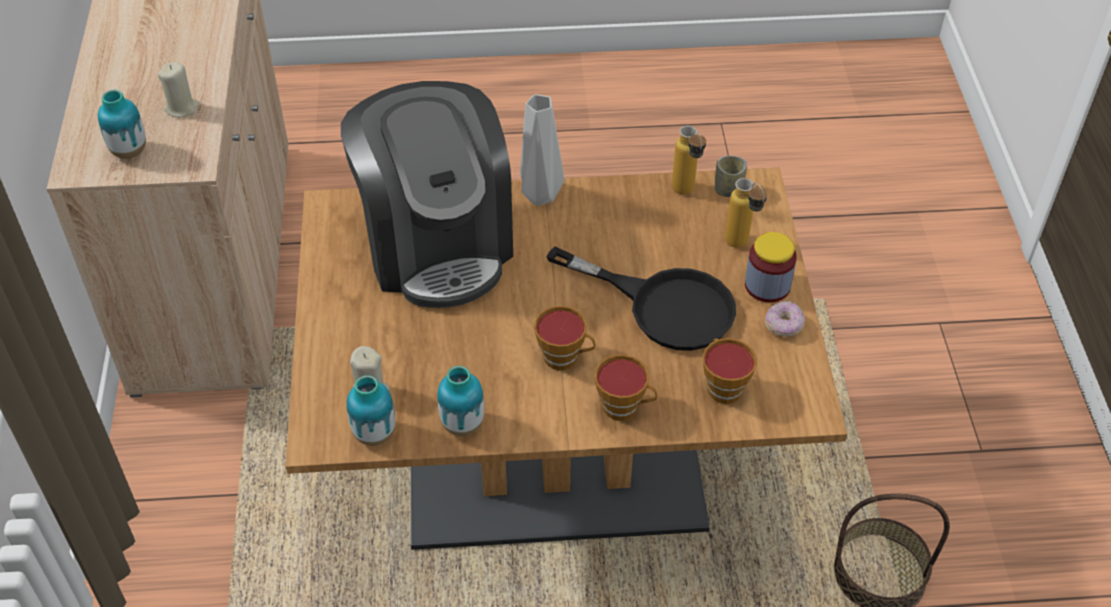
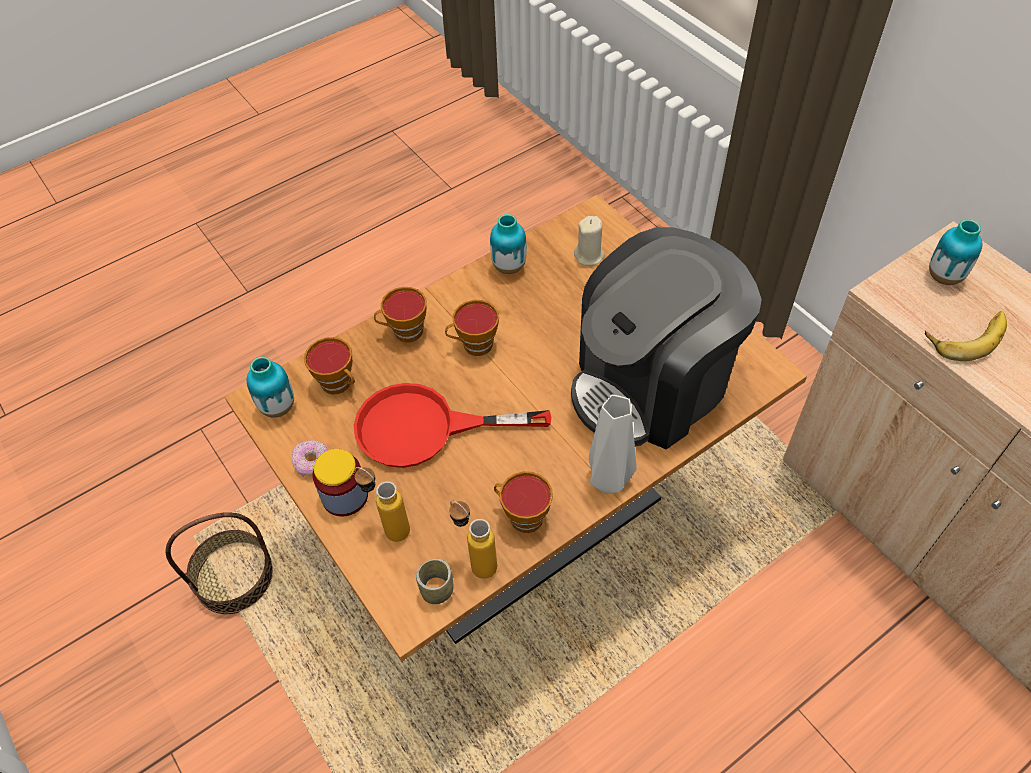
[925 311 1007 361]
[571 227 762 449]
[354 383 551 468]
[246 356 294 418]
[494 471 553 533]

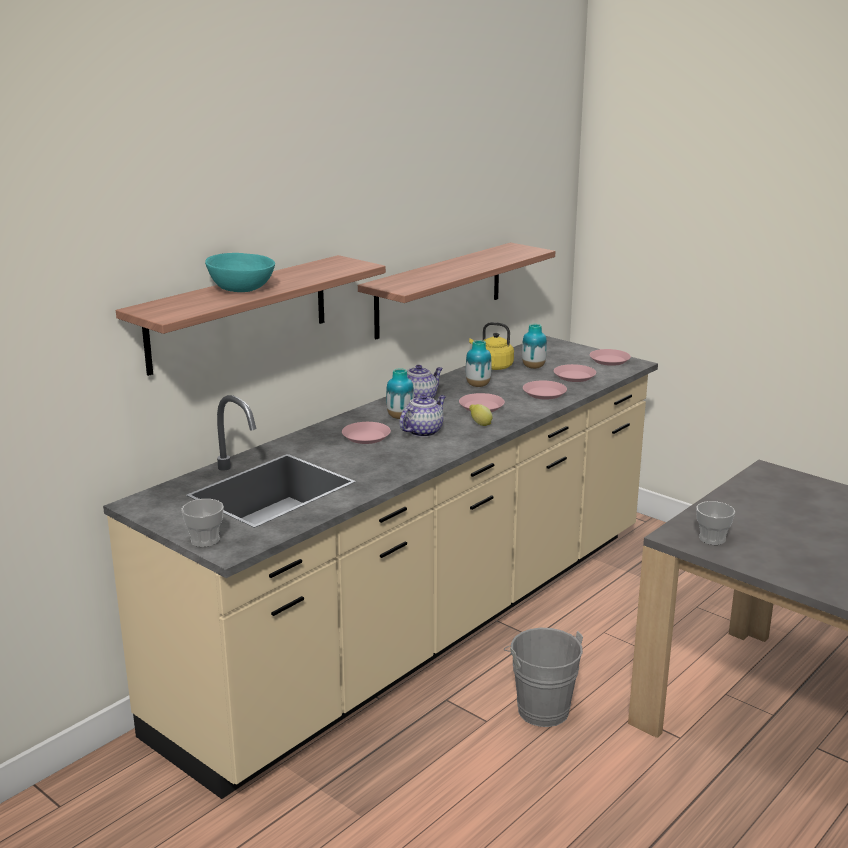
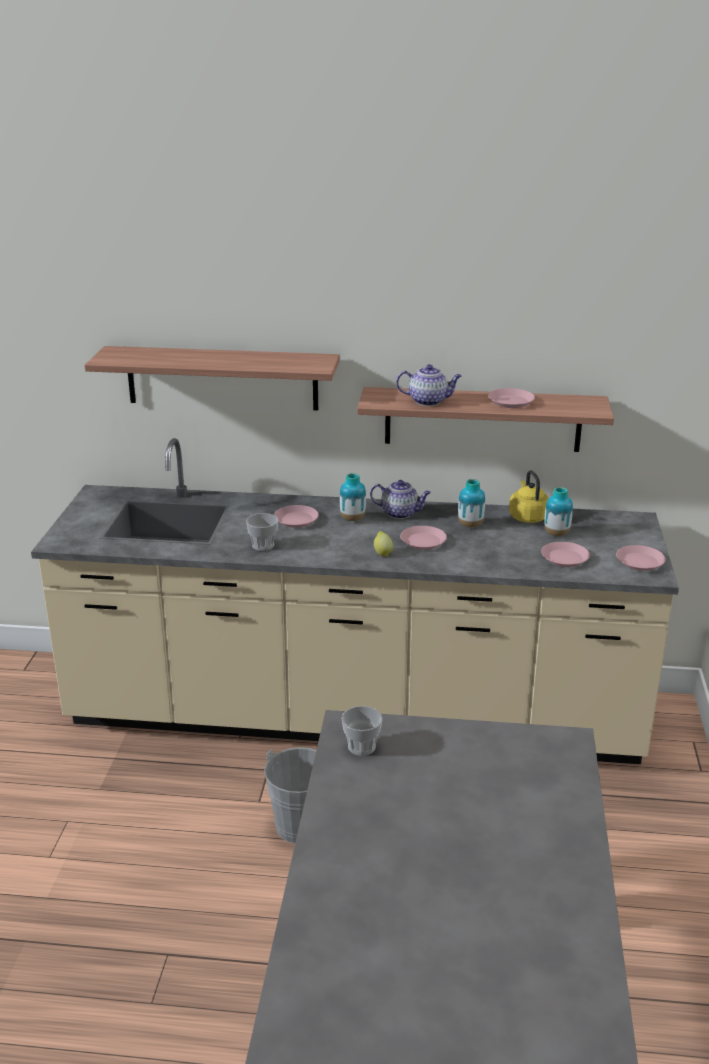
[205 253 275 292] (first image)
[488 388 535 408]
[396 364 462 406]
[246 513 279 551]

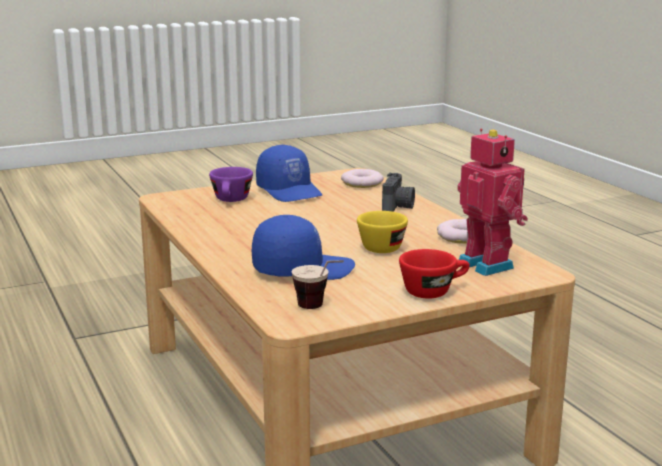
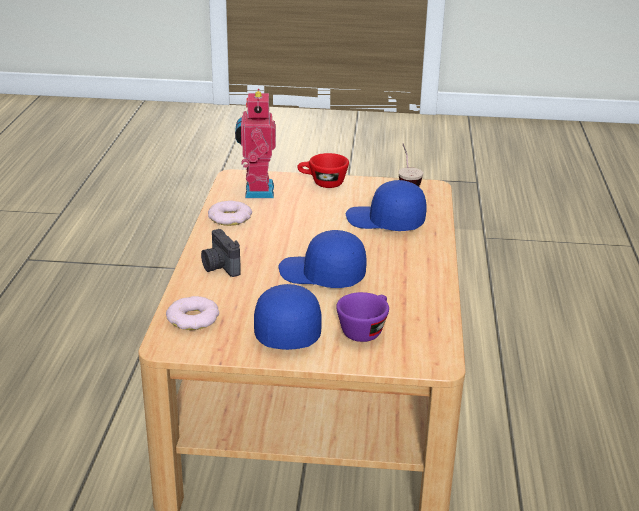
[201 229 241 277]
[357 211 408 253] (first image)
[279 230 367 288]

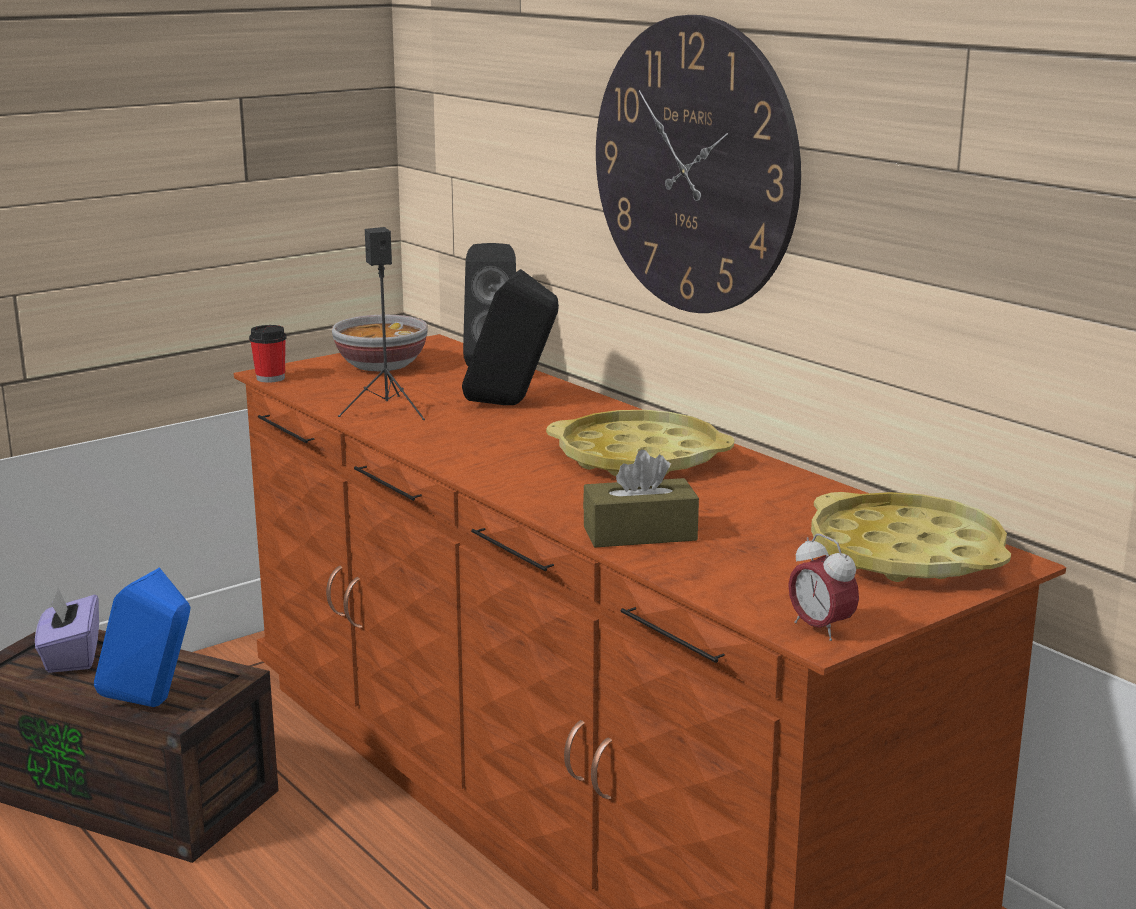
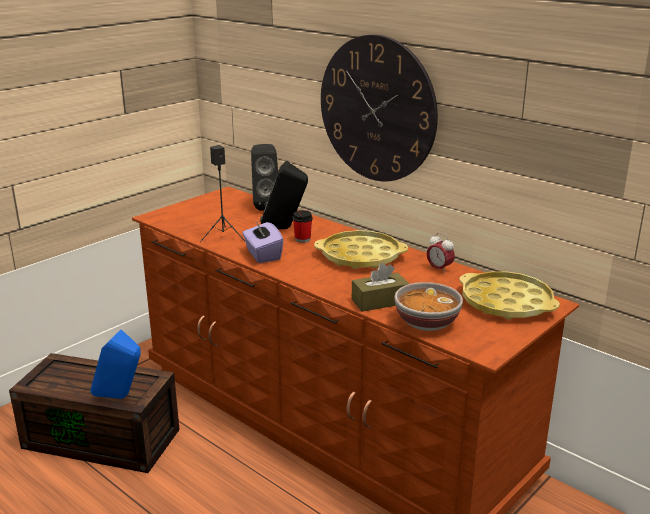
[394 282 463 331]
[292 210 313 243]
[427 233 455 274]
[242 221 284 263]

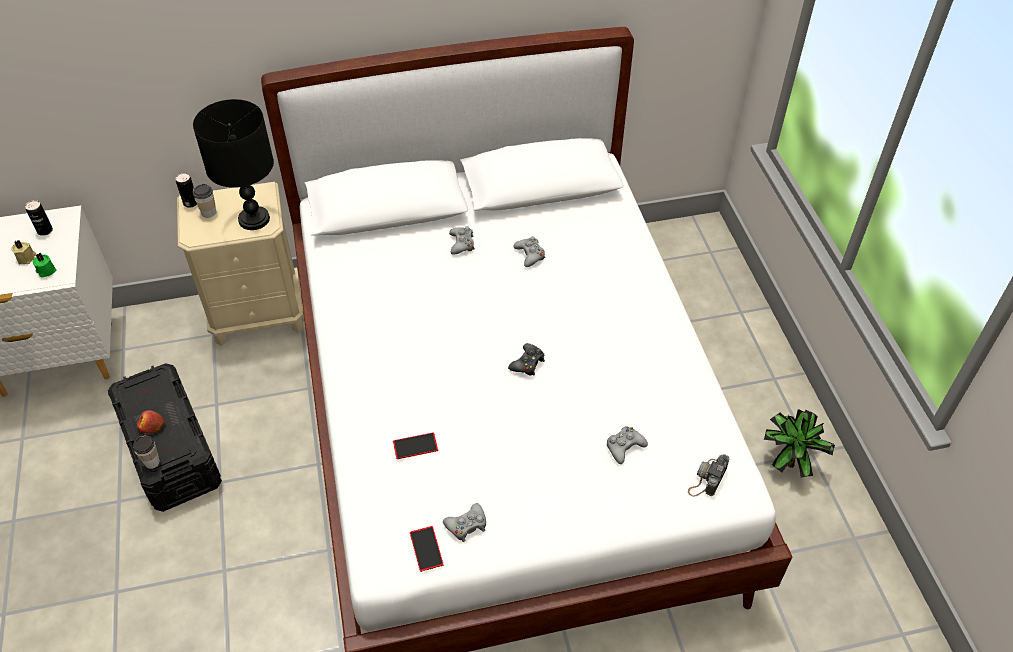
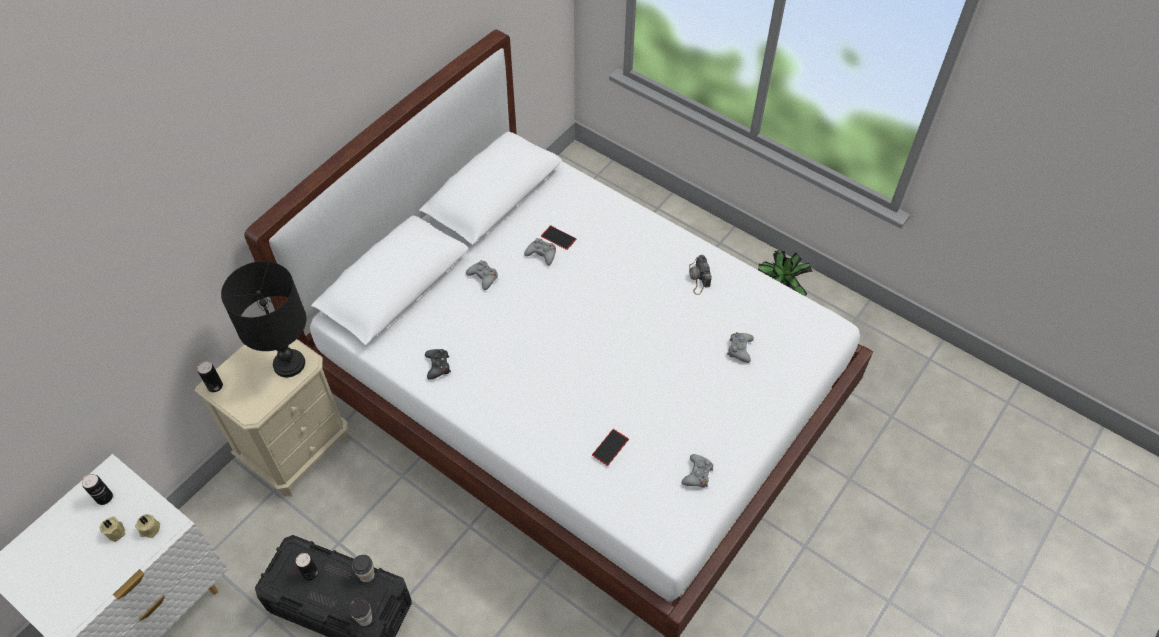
[352 555 375 583]
[135 514 160 538]
[425 349 451 380]
[137 410 166 434] (first image)
[689 255 712 295]
[541 225 576 250]
[296 553 318 581]

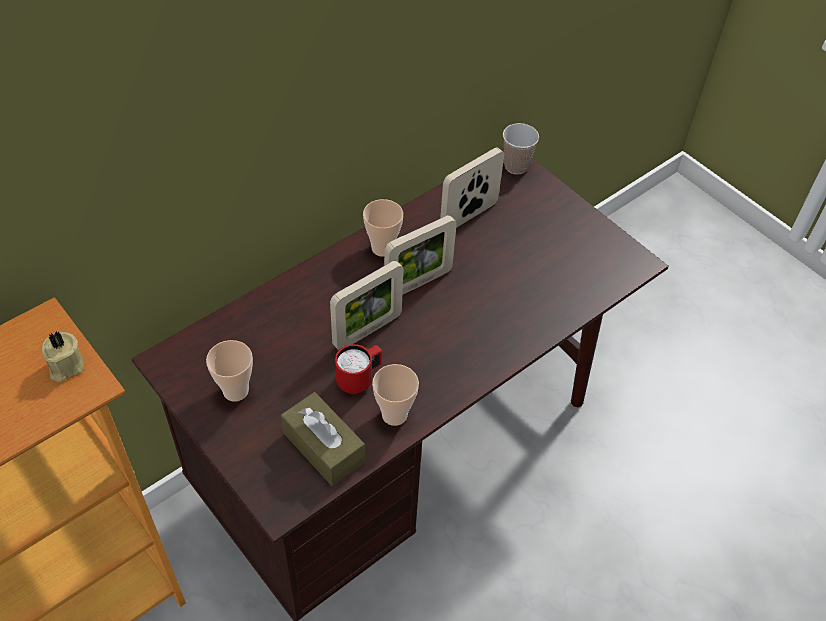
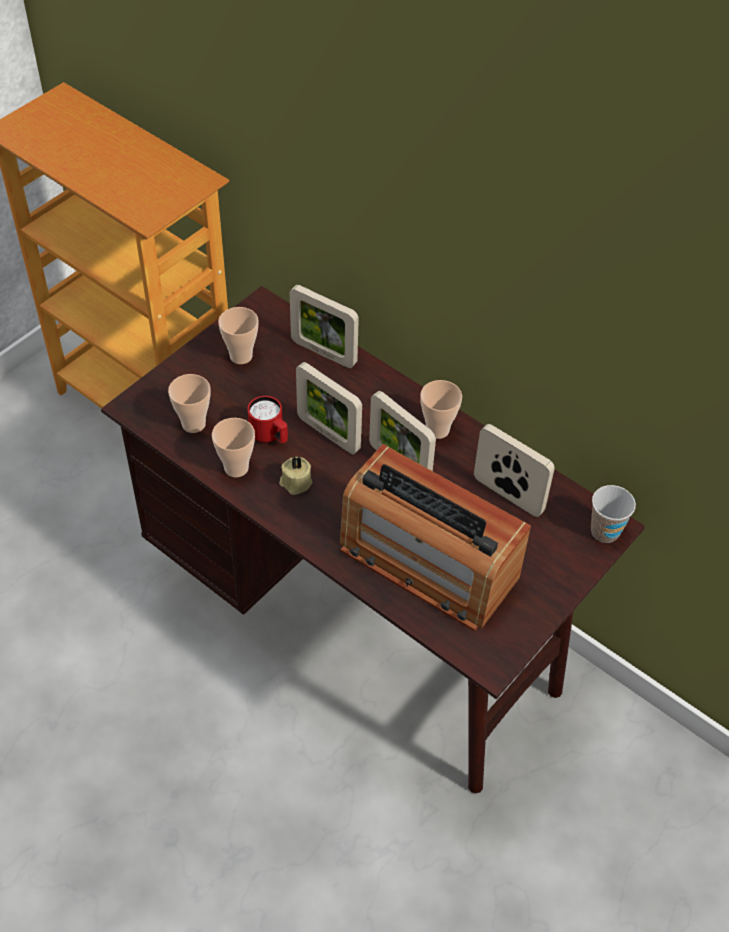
[279 456 313 495]
[168 374 210 433]
[290 285 359 368]
[340 444 531 631]

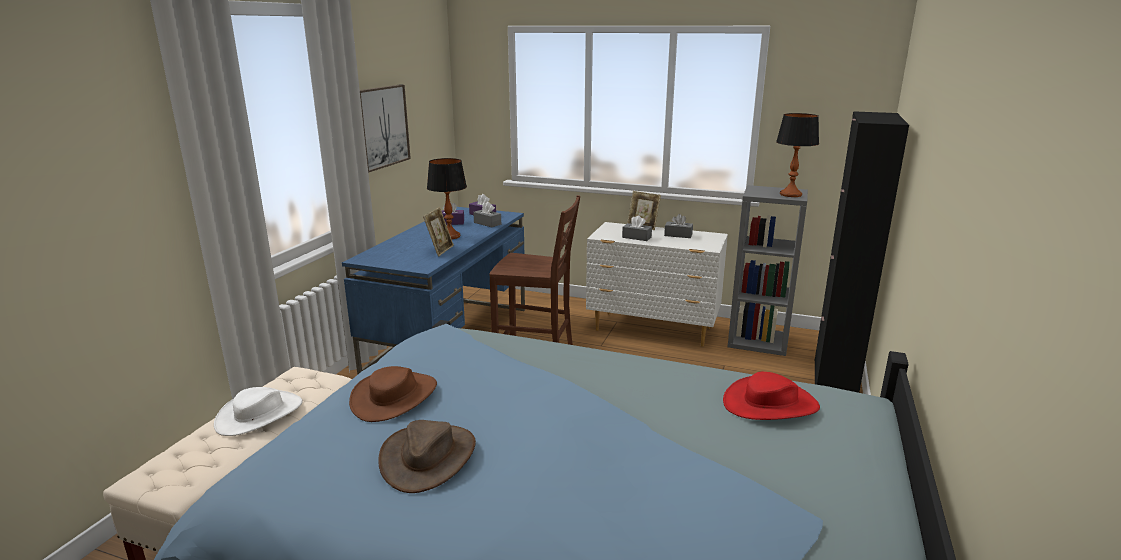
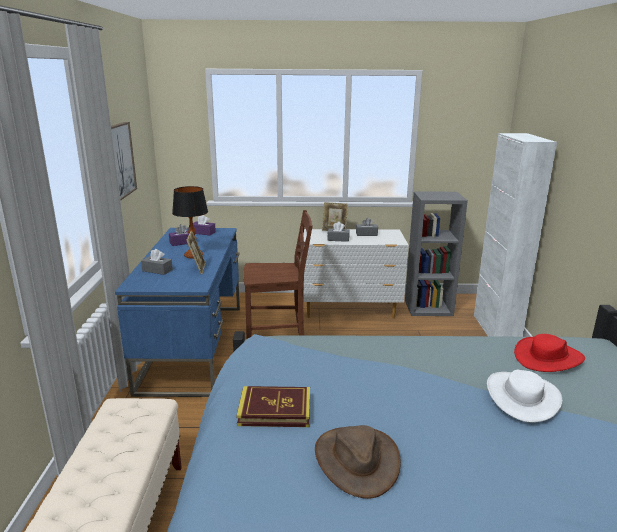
[474 133 557 337]
[776 113 819 197] (first image)
[141 249 173 275]
[236 386 310 427]
[487 369 562 423]

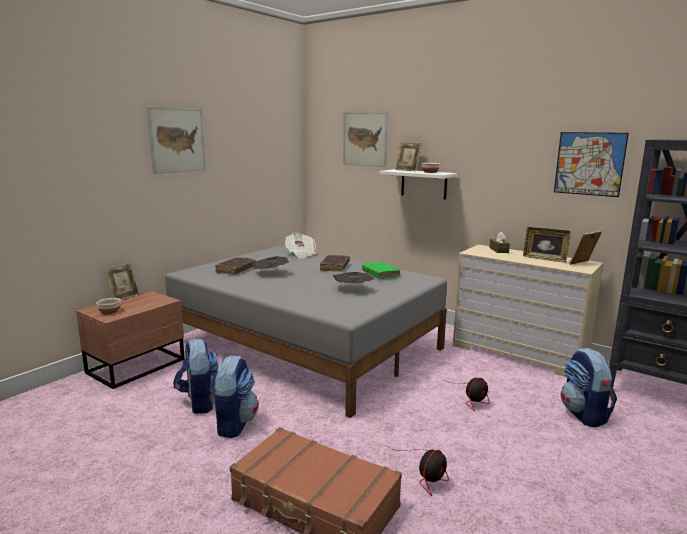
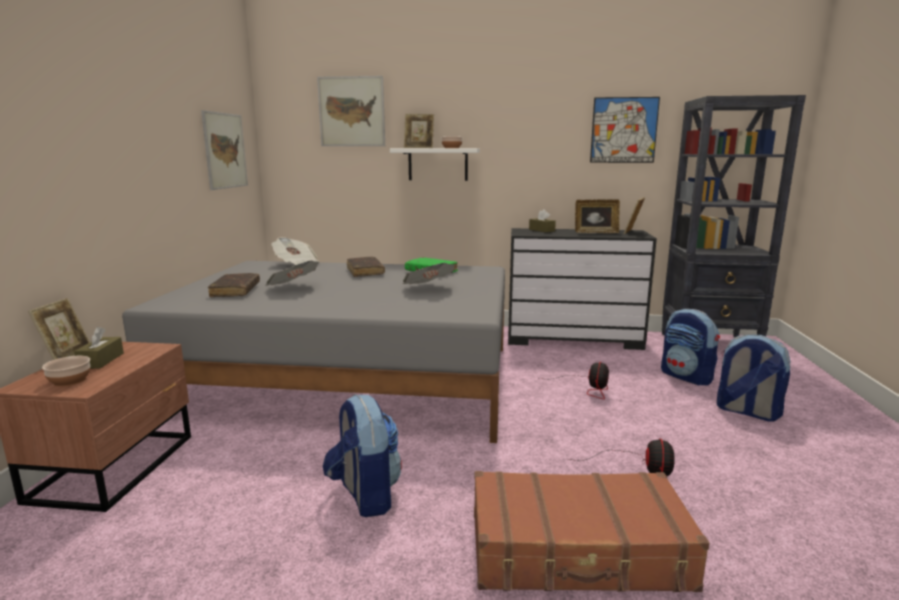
[201 110 248 190]
[508 228 657 350]
[717 334 790 421]
[74 327 124 369]

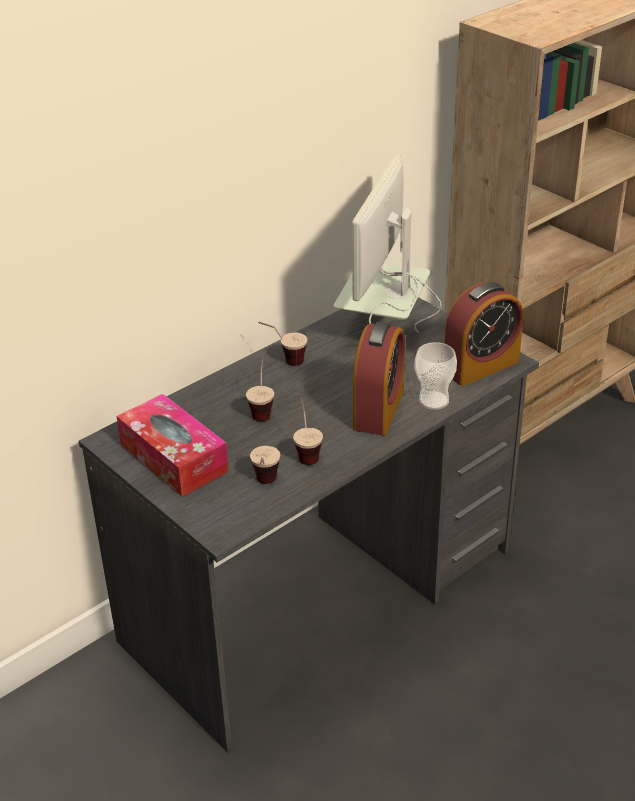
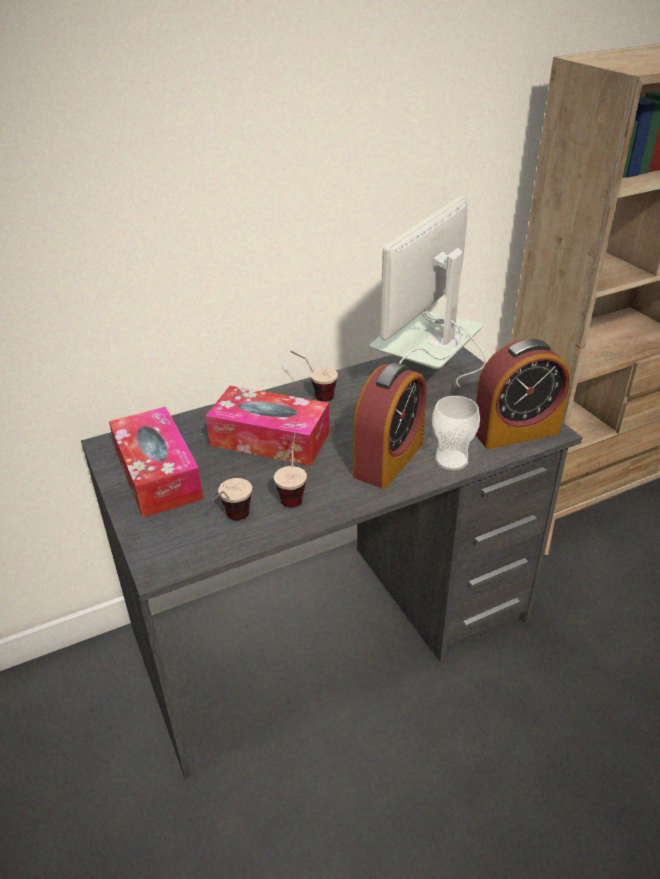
[206 386 330 466]

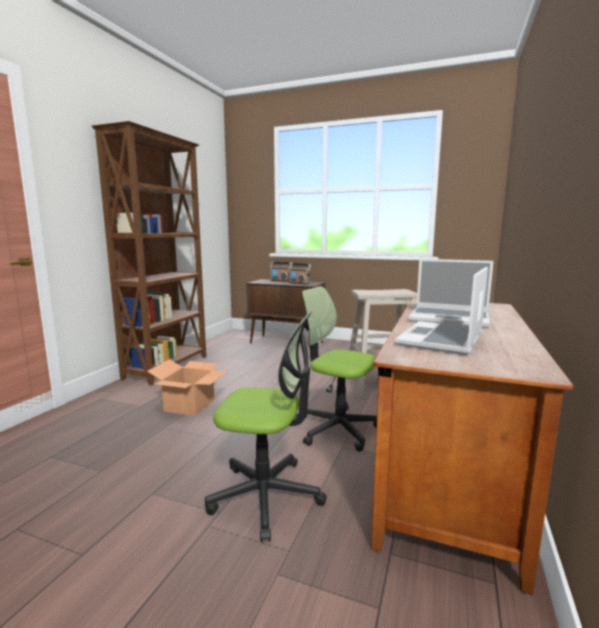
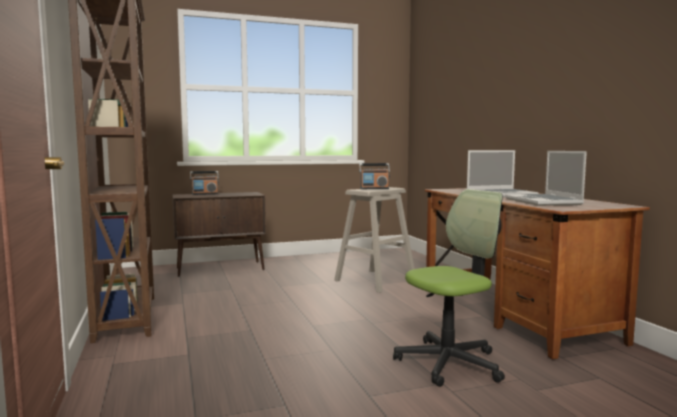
[359 163 390 189]
[302 286 377 451] (first image)
[147 359 228 416] (first image)

